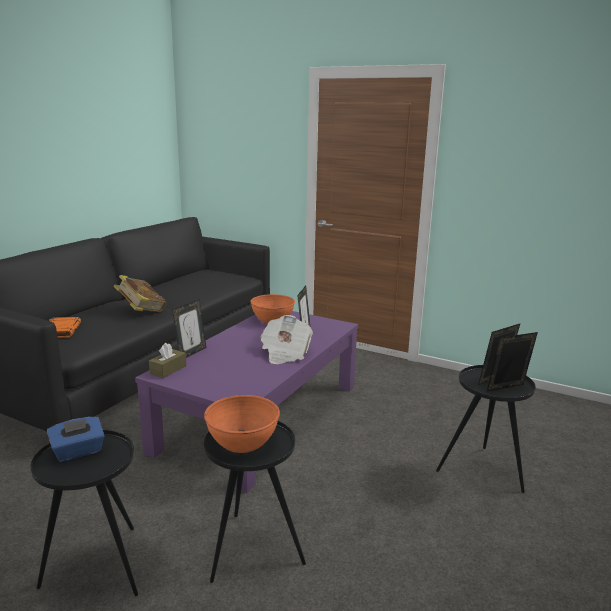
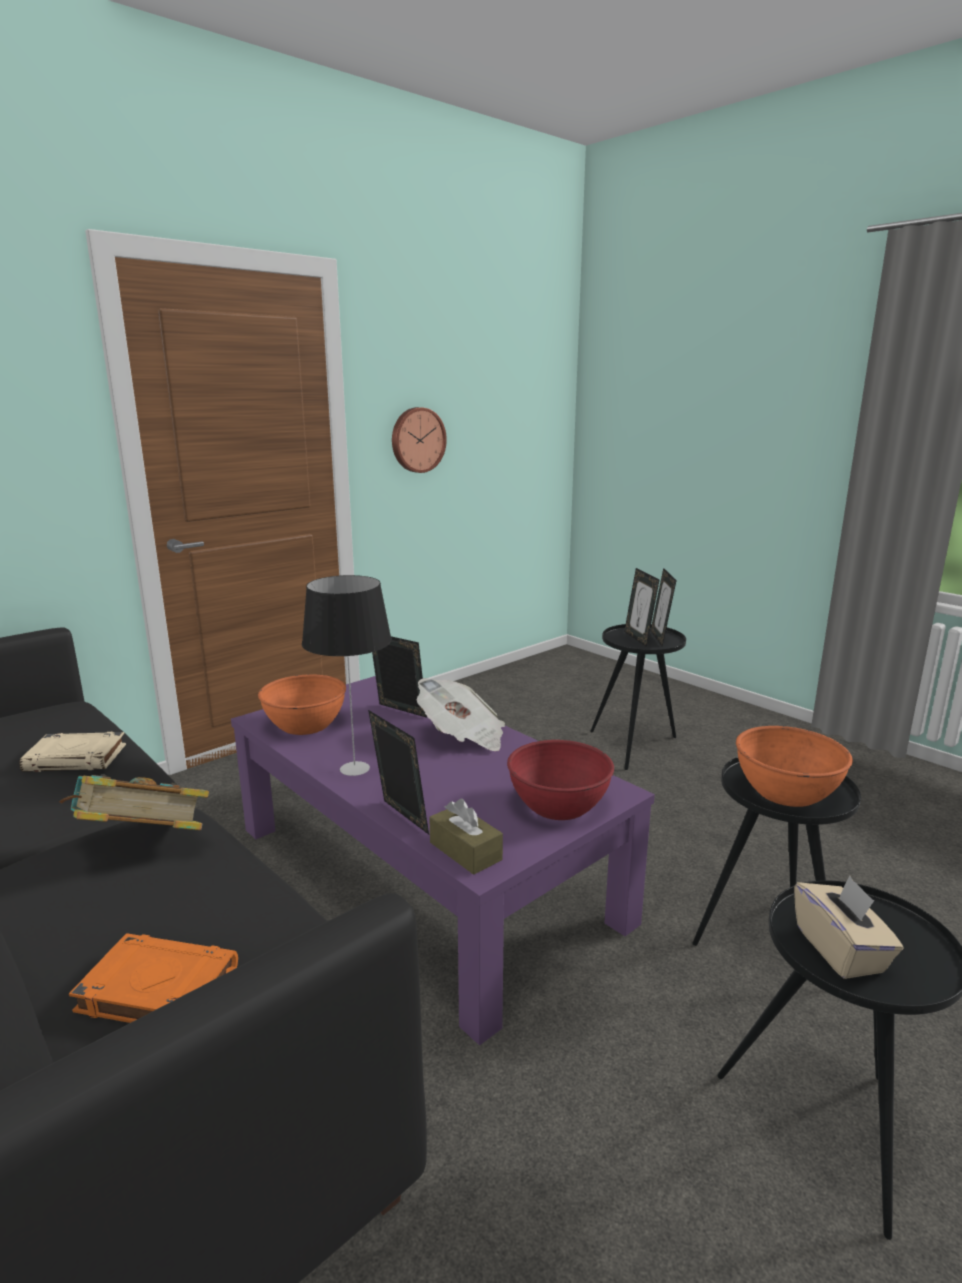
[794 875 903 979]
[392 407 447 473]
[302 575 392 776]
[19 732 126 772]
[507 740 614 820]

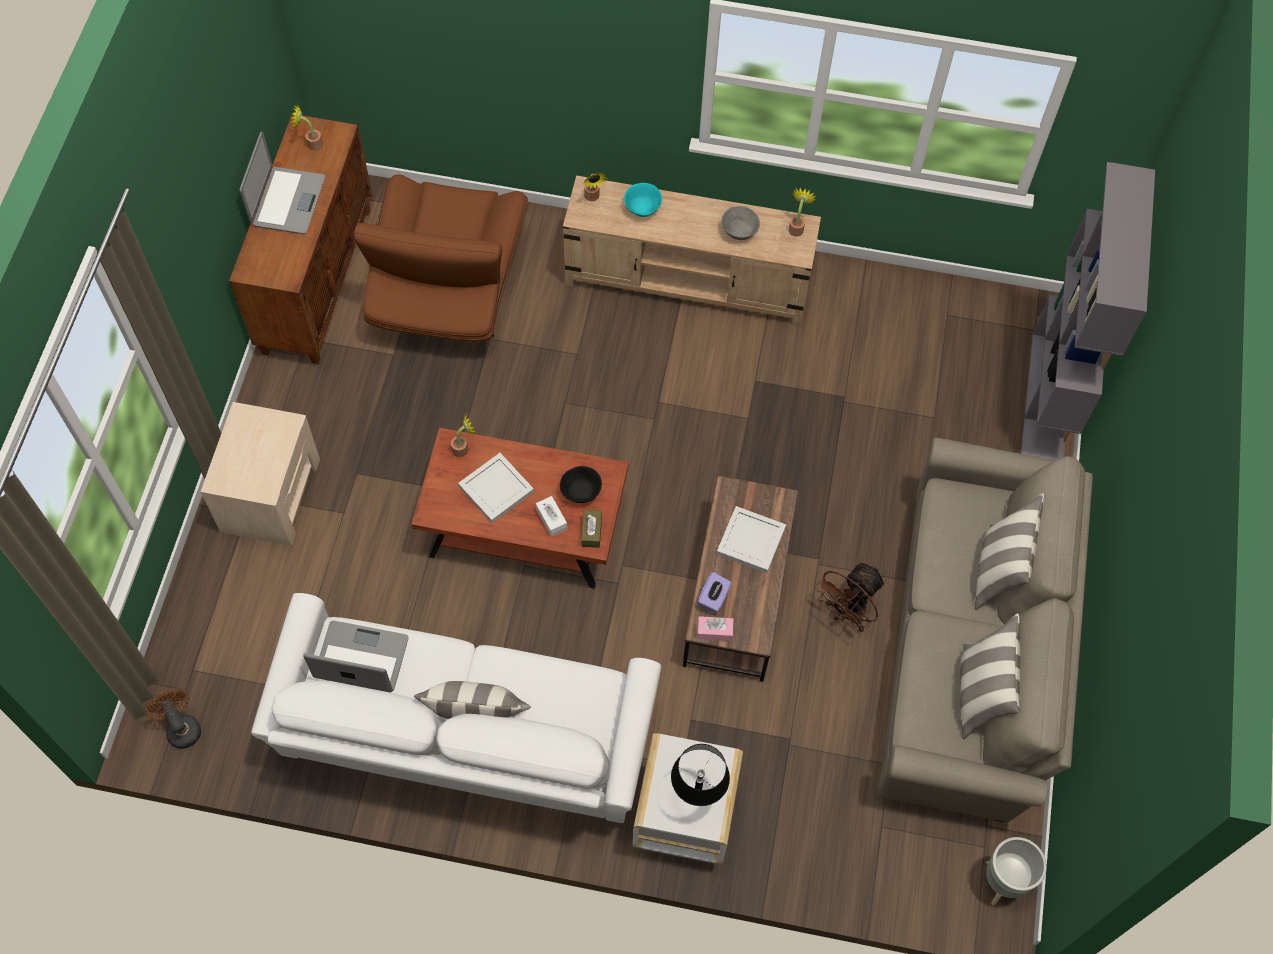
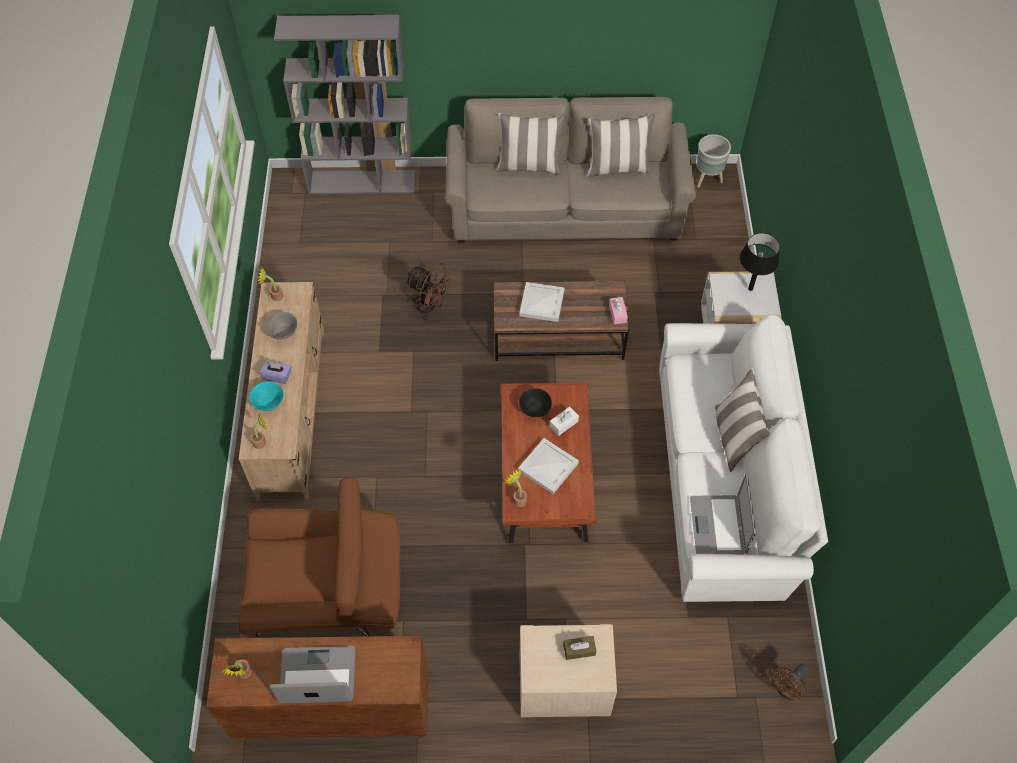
[563 636 596 660]
[405 263 455 321]
[259 361 291 384]

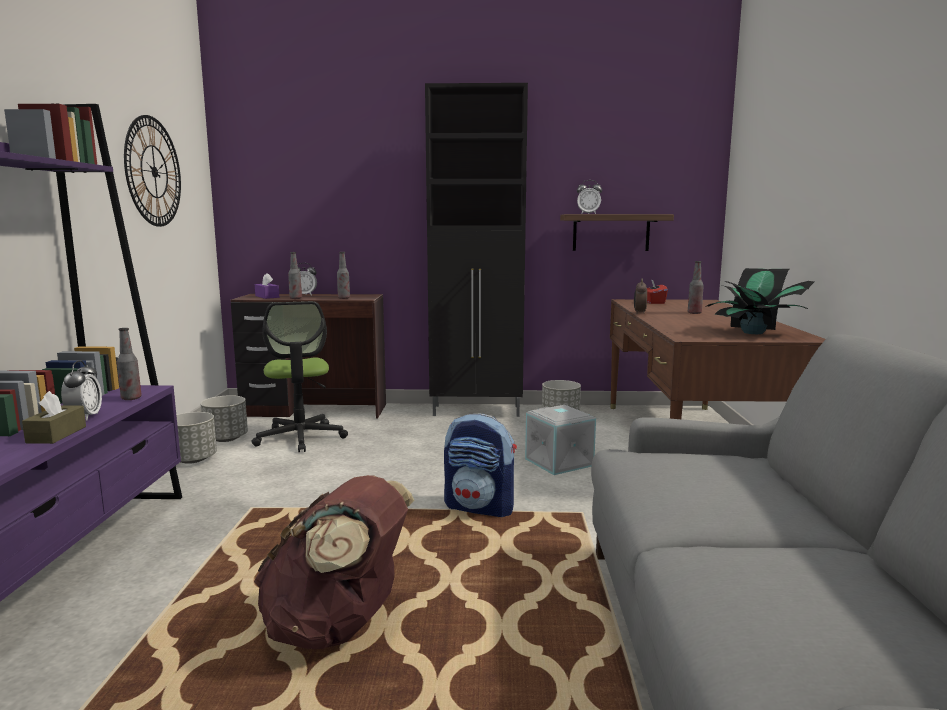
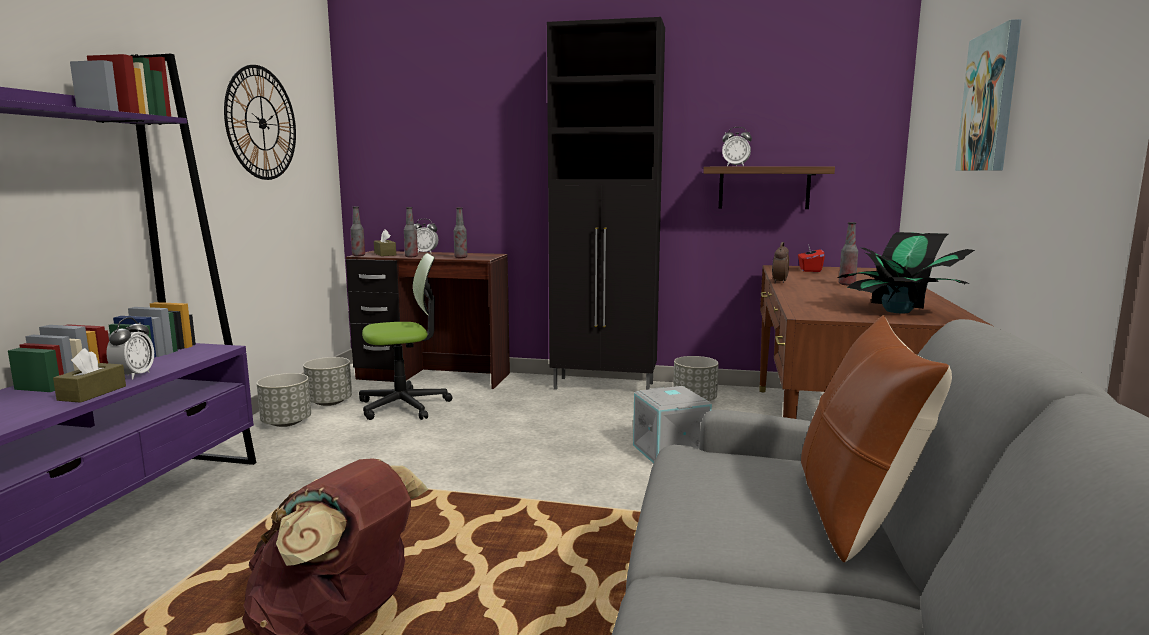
[374 229 396 256]
[359 253 453 420]
[351 207 365 256]
[444 413 517 517] (first image)
[955 19 1021 171]
[801 315 952 562]

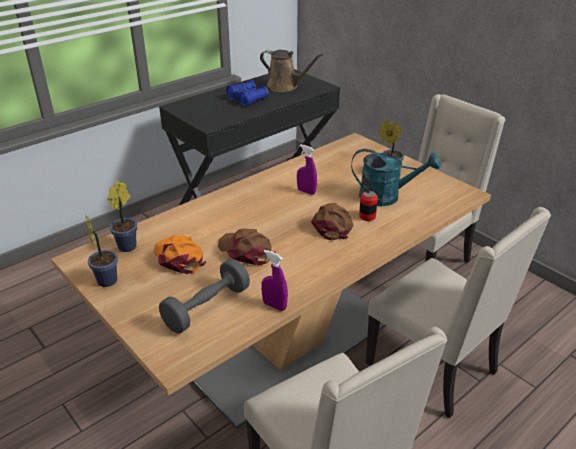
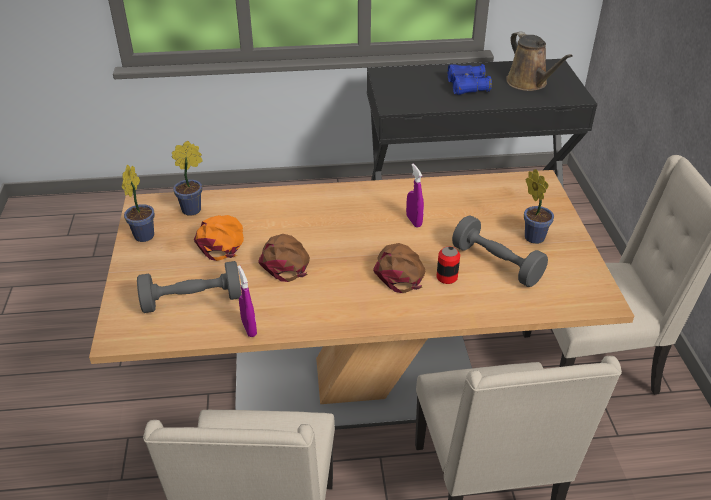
[452 215 548 287]
[373 243 425 293]

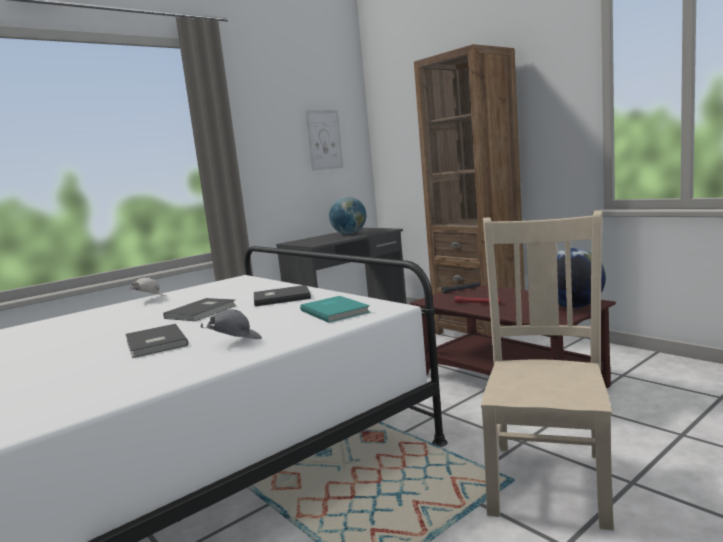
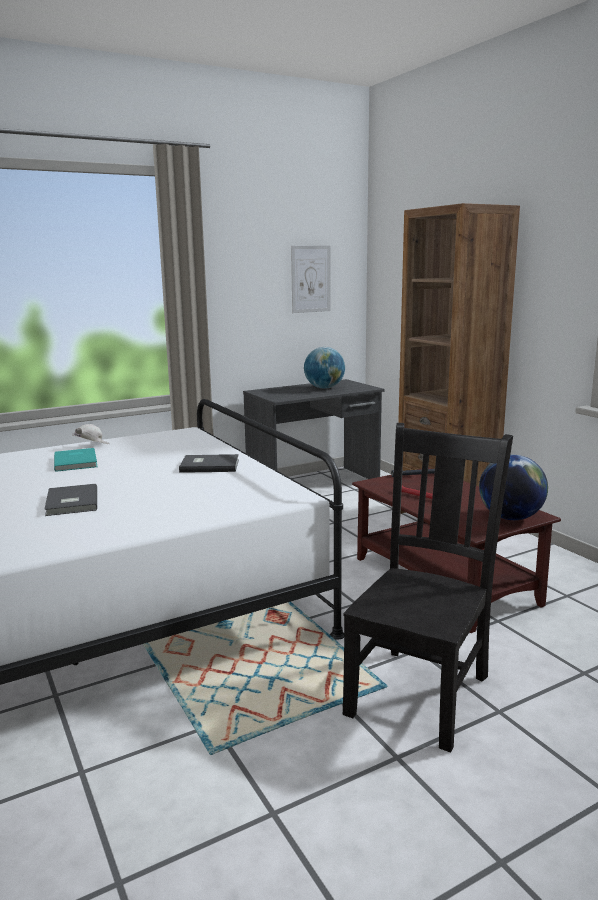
[343 423 513 753]
[54 448 98 472]
[163 298 236 321] (first image)
[200 309 262 339] (first image)

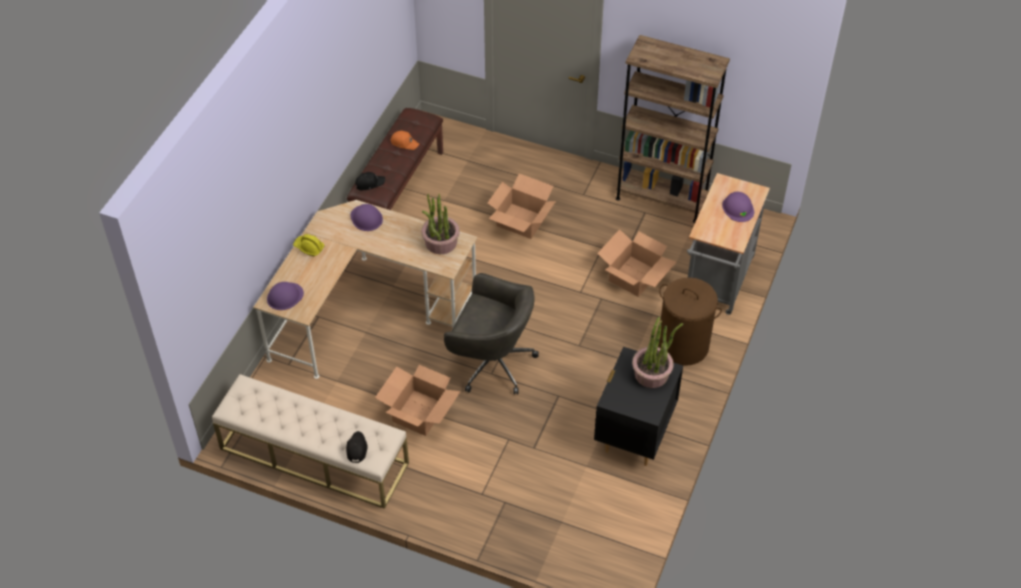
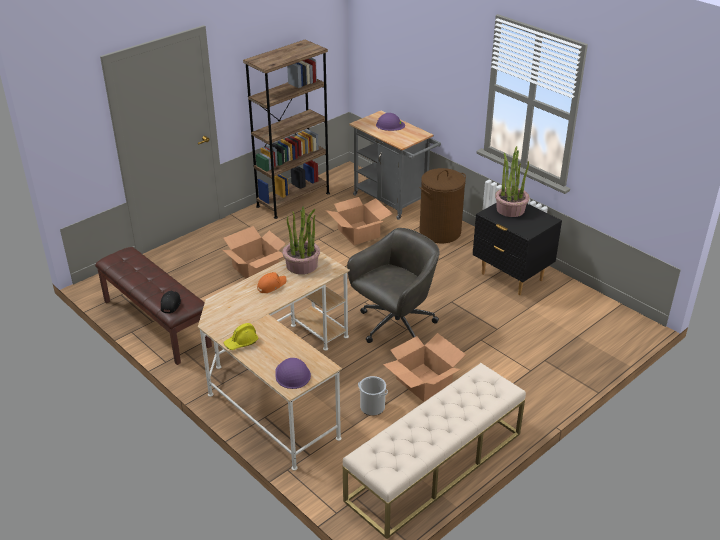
[257 272 287 293]
[350 204 383 231] (first image)
[346 431 368 463] (first image)
[358 376 388 416]

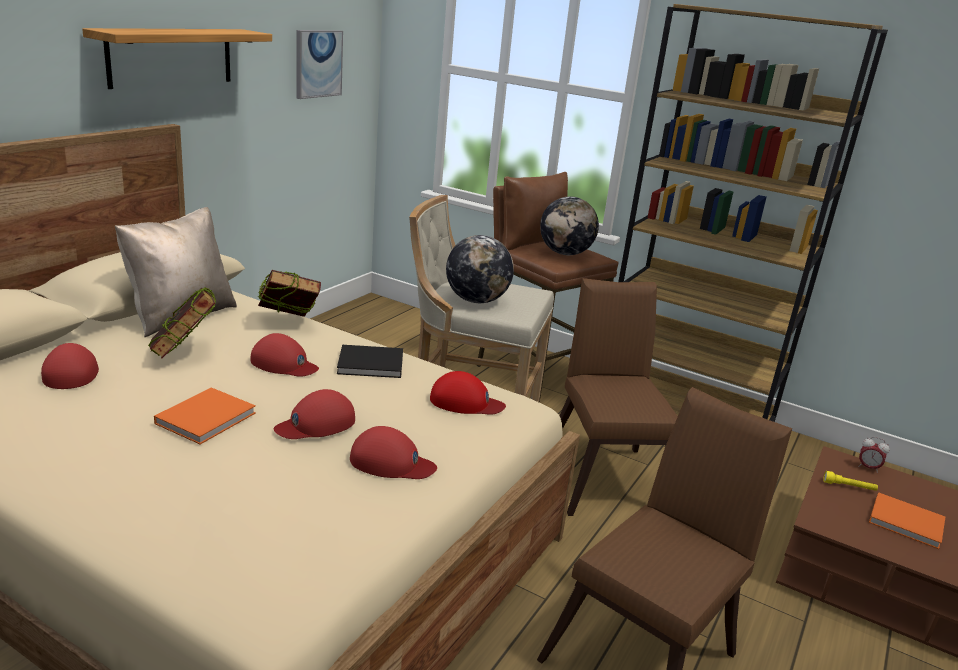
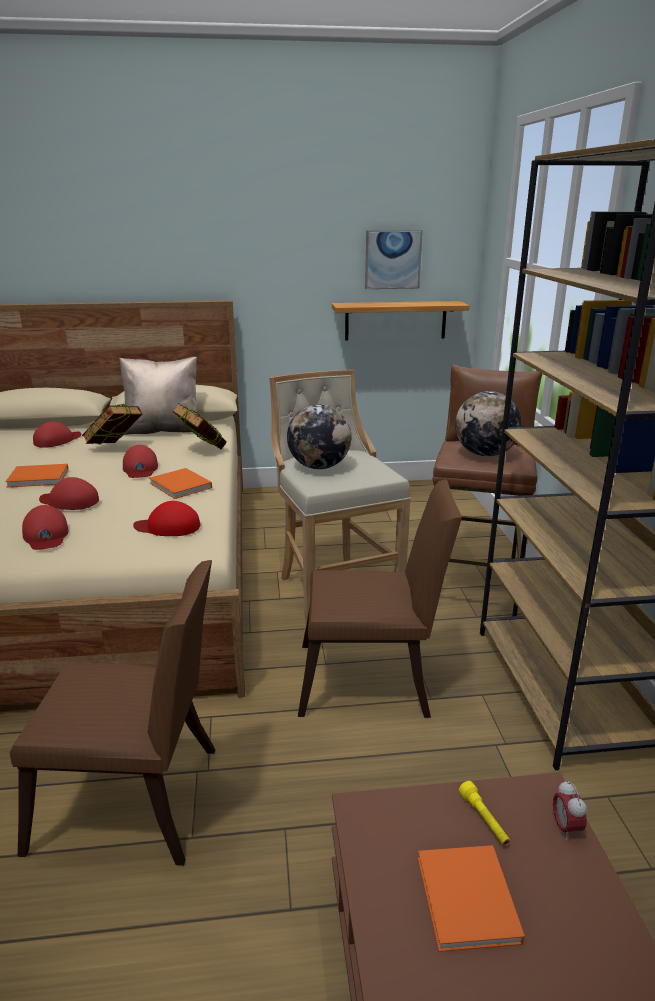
[332 301 469 341]
[298 480 462 718]
[149 468 212 499]
[133 501 200 536]

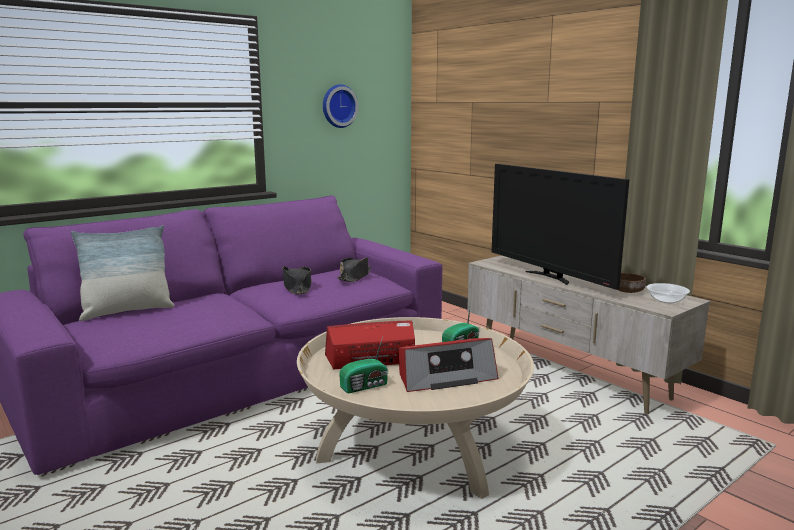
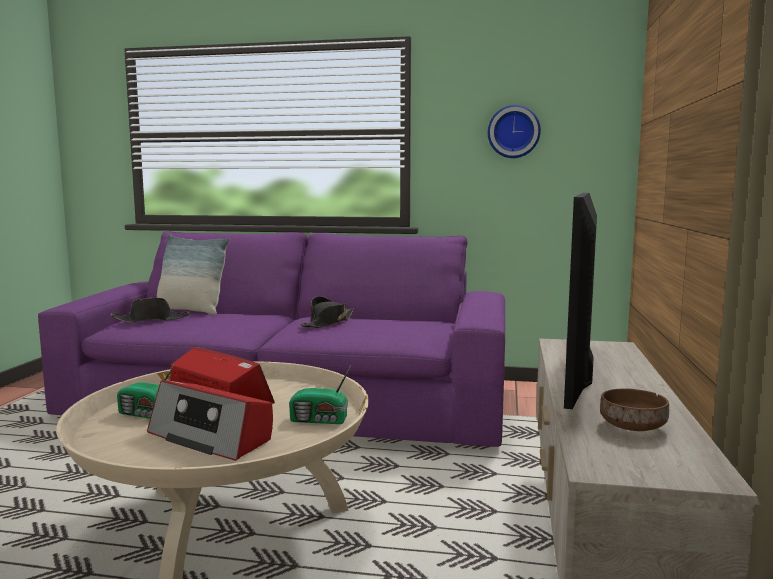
[111 298 190 322]
[647 283 690 303] (first image)

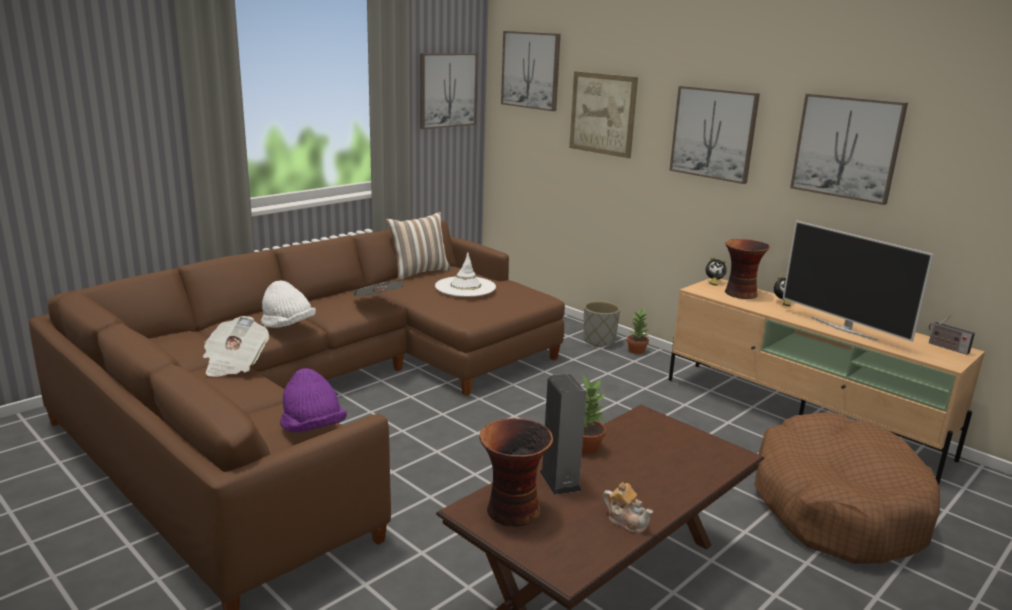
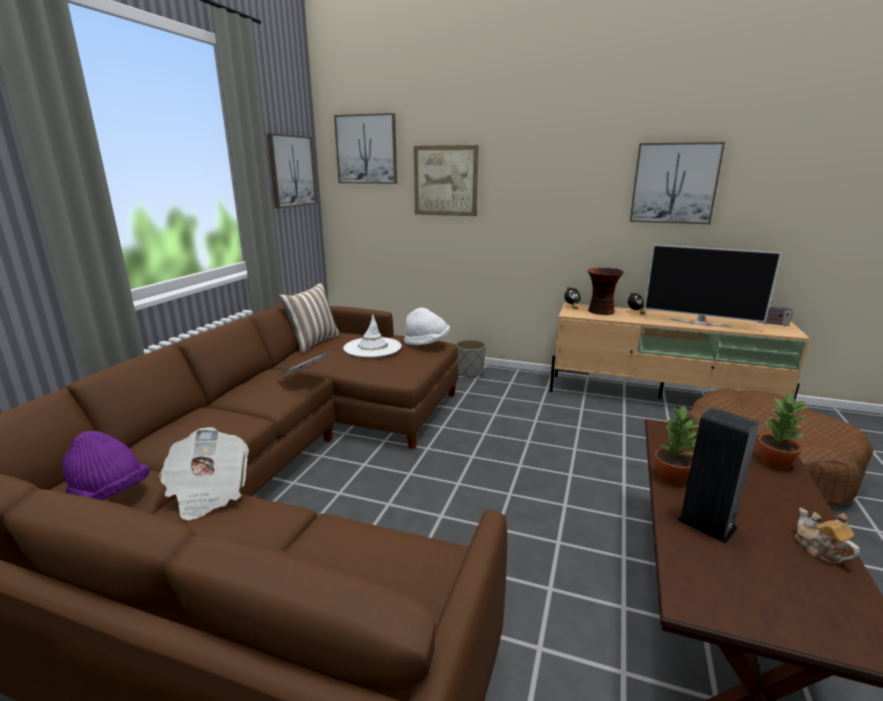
[669 86 760 184] (first image)
[404 308 450 346]
[758 392 808 470]
[62 431 150 500]
[479 418 553 527] (first image)
[795 508 860 564]

